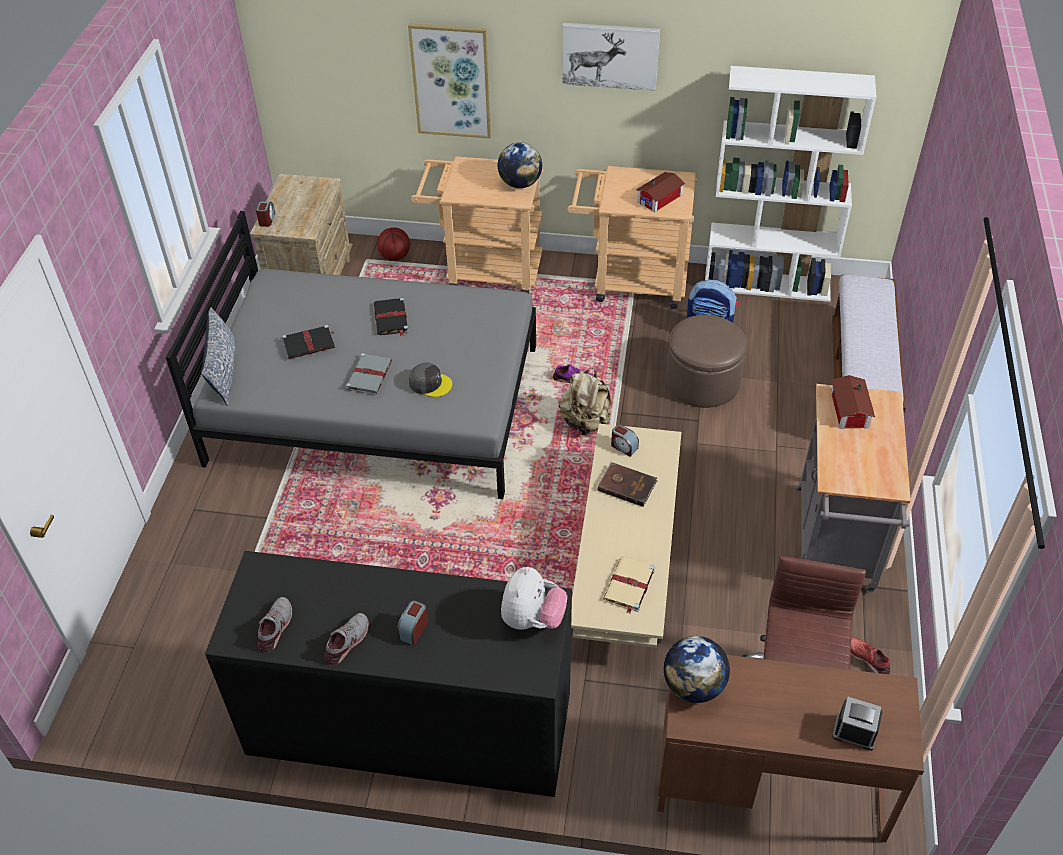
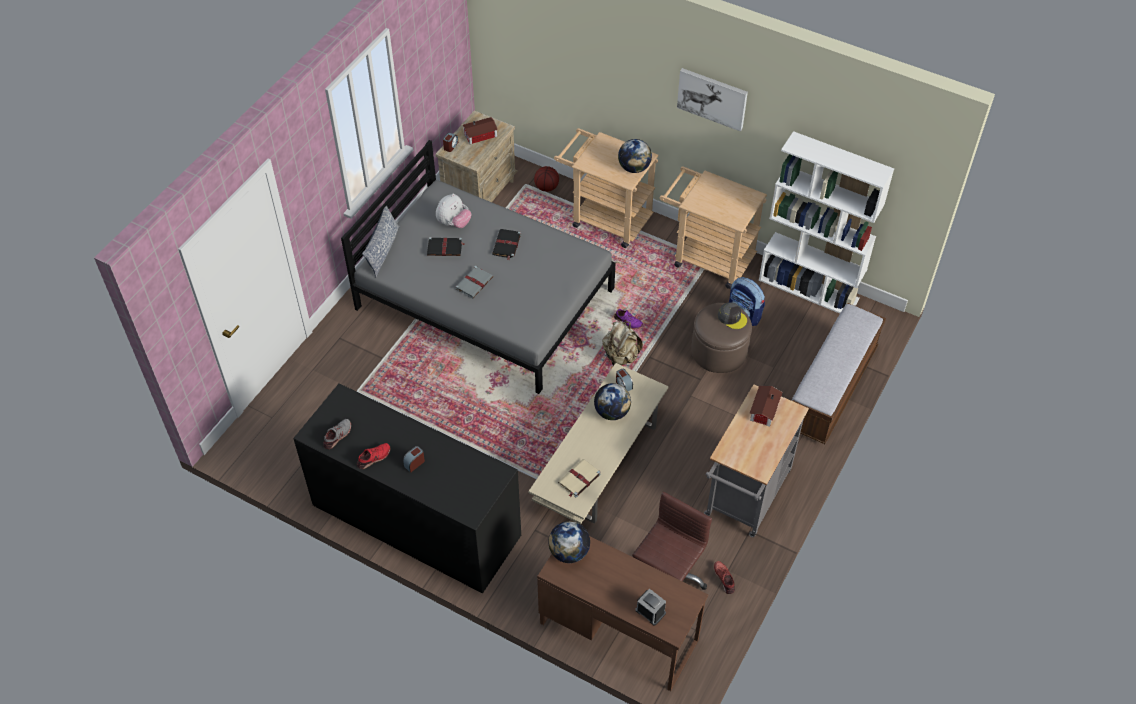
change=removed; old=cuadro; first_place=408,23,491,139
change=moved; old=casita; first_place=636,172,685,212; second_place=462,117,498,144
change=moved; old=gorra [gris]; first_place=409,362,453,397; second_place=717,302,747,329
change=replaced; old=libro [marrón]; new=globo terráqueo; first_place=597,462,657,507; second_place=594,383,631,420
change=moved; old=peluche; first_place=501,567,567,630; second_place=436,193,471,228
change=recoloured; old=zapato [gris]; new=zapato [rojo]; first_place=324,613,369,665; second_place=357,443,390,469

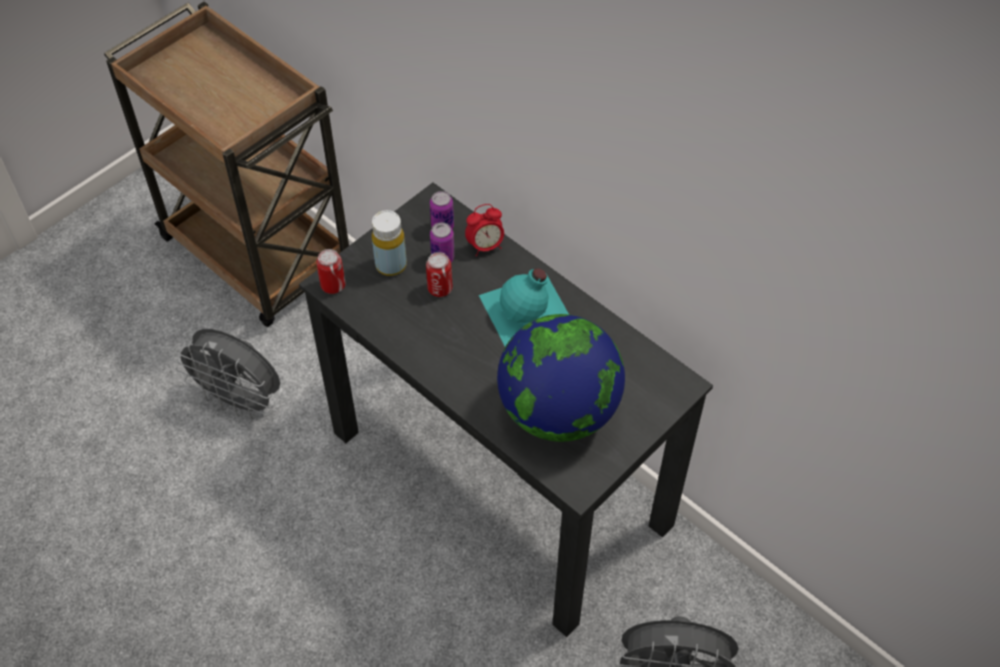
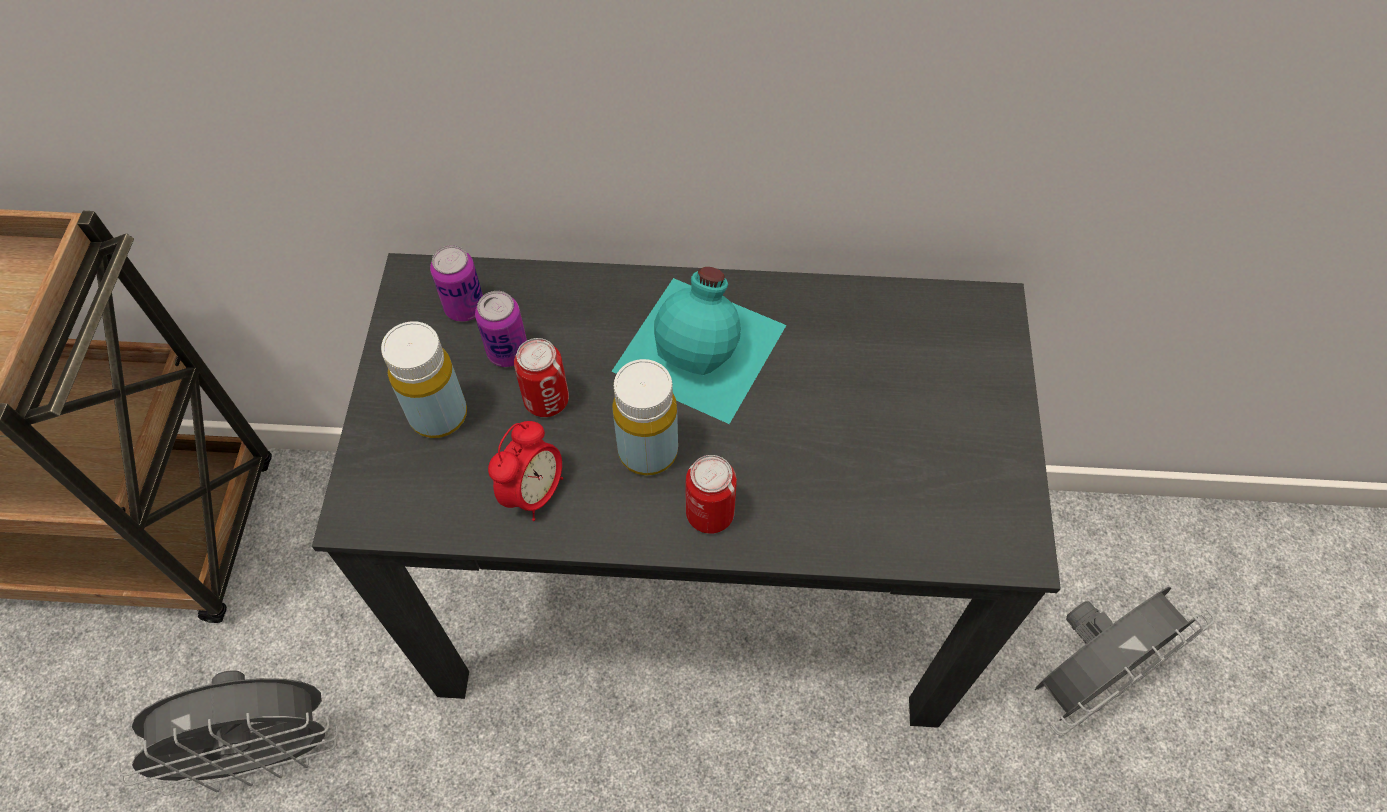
change=moved; old=despertador; first_place=465,204,504,256; second_place=488,421,563,521
change=moved; old=lata; first_place=316,249,346,294; second_place=686,455,737,534
change=removed; old=globo terráqueo; first_place=497,314,625,442
change=added; new=botella [amarillo]; second_place=612,359,678,475

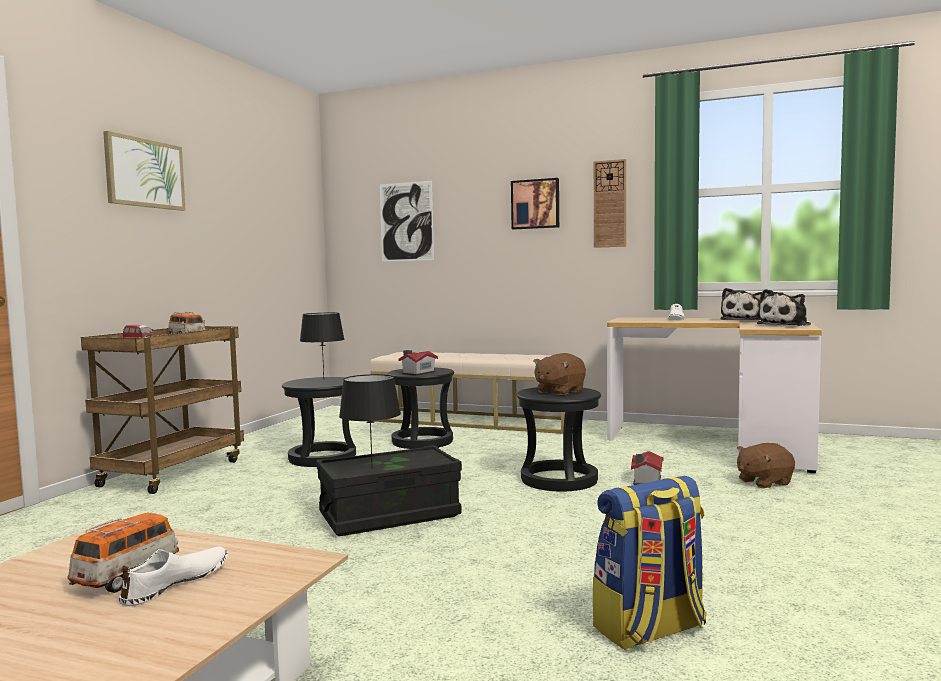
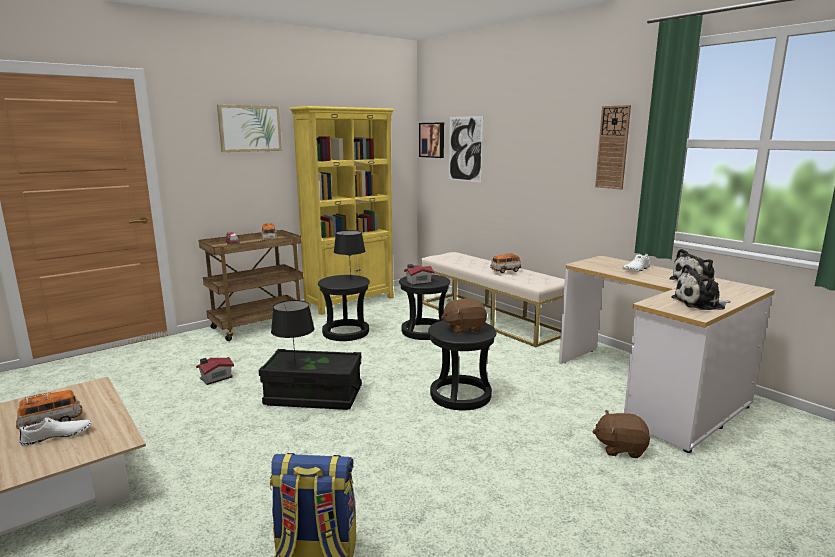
change=moved; old=cuadro; first_place=511,178,559,229; second_place=419,123,444,158
change=moved; old=casita; first_place=631,451,663,485; second_place=196,357,234,385
change=added; new=estantería [amarillo]; second_place=290,106,394,315
change=added; new=coche de juguete; second_place=490,253,521,273

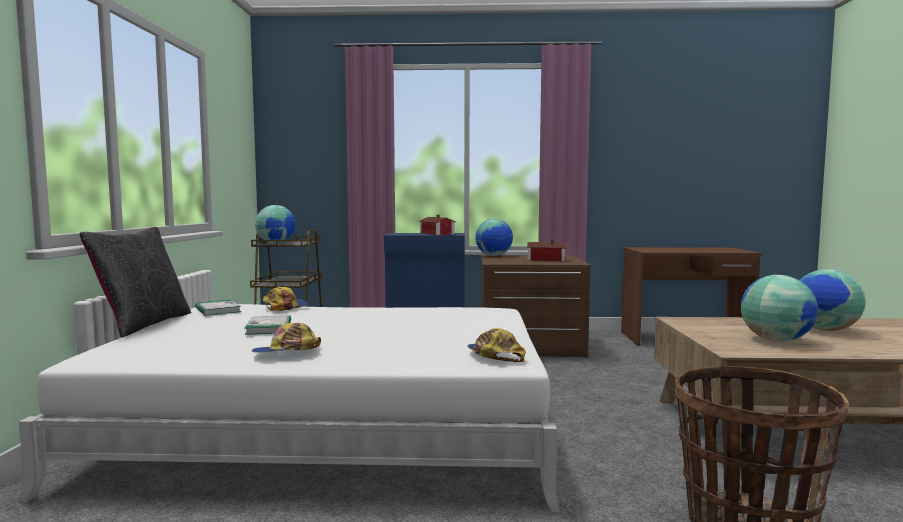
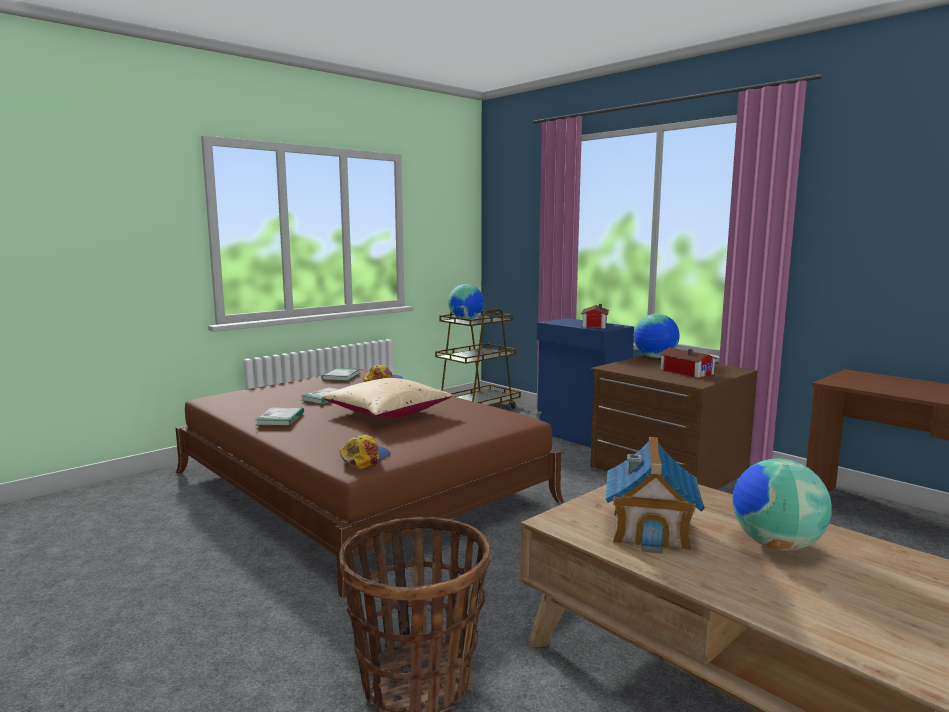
change=removed; old=cojín [negro]; first_place=80,227,191,338
change=replaced; old=globo terráqueo; new=casita; first_place=741,275,818,342; second_place=605,437,705,554
change=recoloured; old=cama [blanco]; new=cama [marrón]; first_place=18,304,560,513; second_place=175,370,564,599
change=replaced; old=gorra; new=libro; first_place=252,323,321,353; second_place=255,407,304,426
change=added; new=cojín [beis]; second_place=322,378,453,418

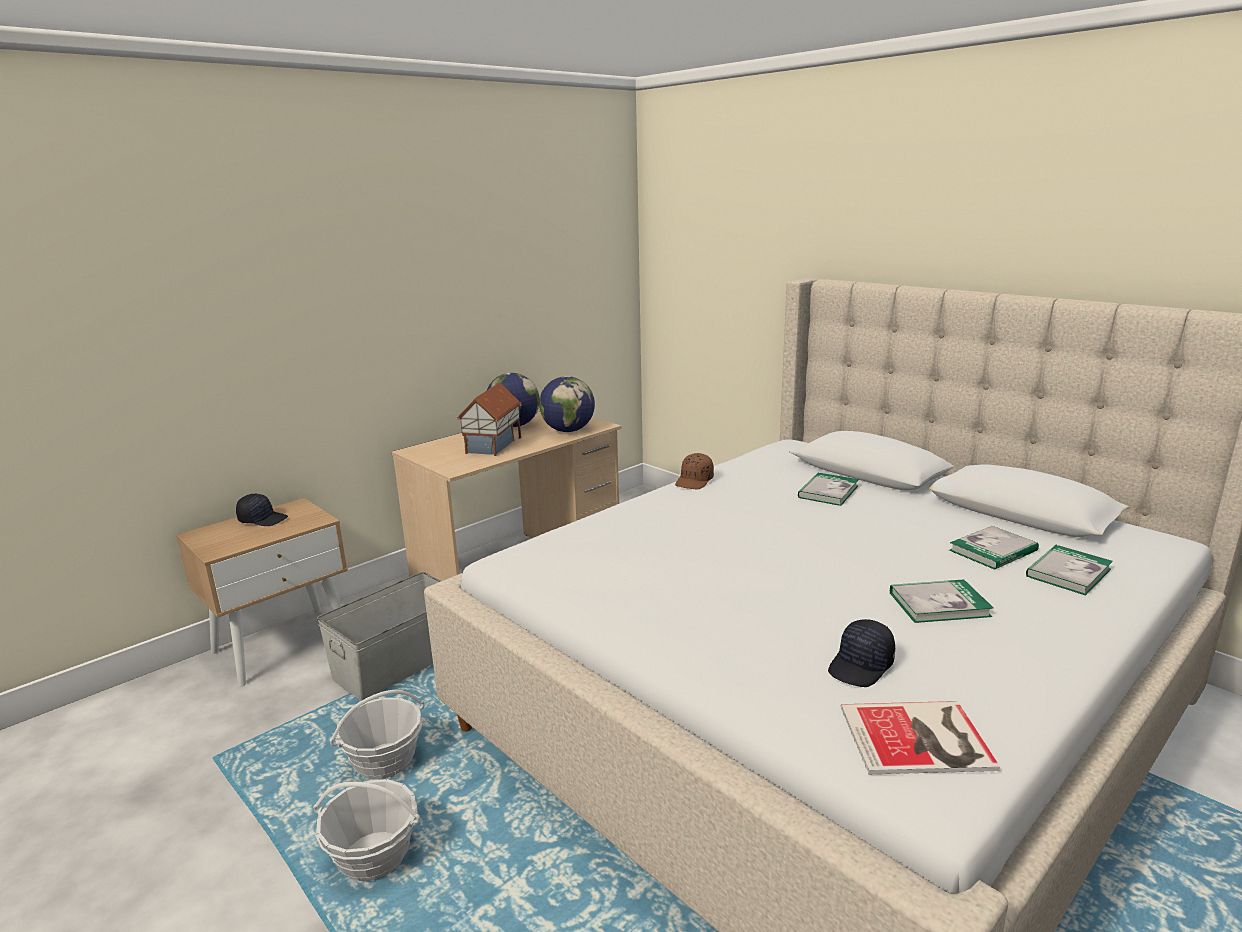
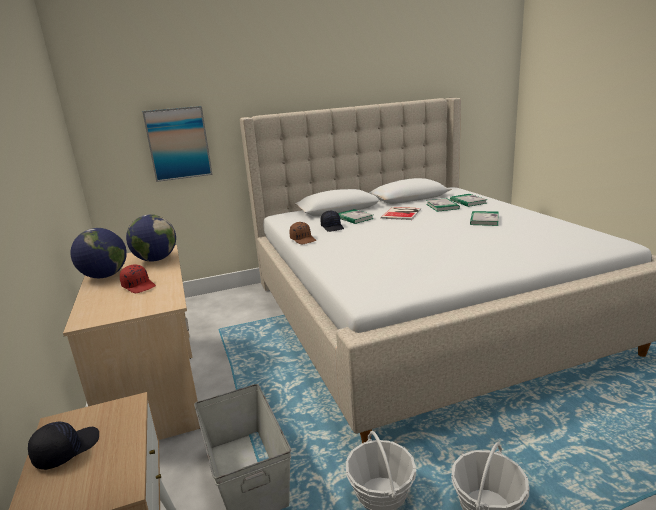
change=replaced; old=casita; new=gorra [rojo]; first_place=457,383,522,456; second_place=120,265,156,293
change=moved; old=gorra [negro]; first_place=828,619,895,687; second_place=321,211,344,232
change=moved; old=libro; first_place=841,701,1000,774; second_place=381,207,421,220
change=added; new=cuadro; second_place=142,106,213,182

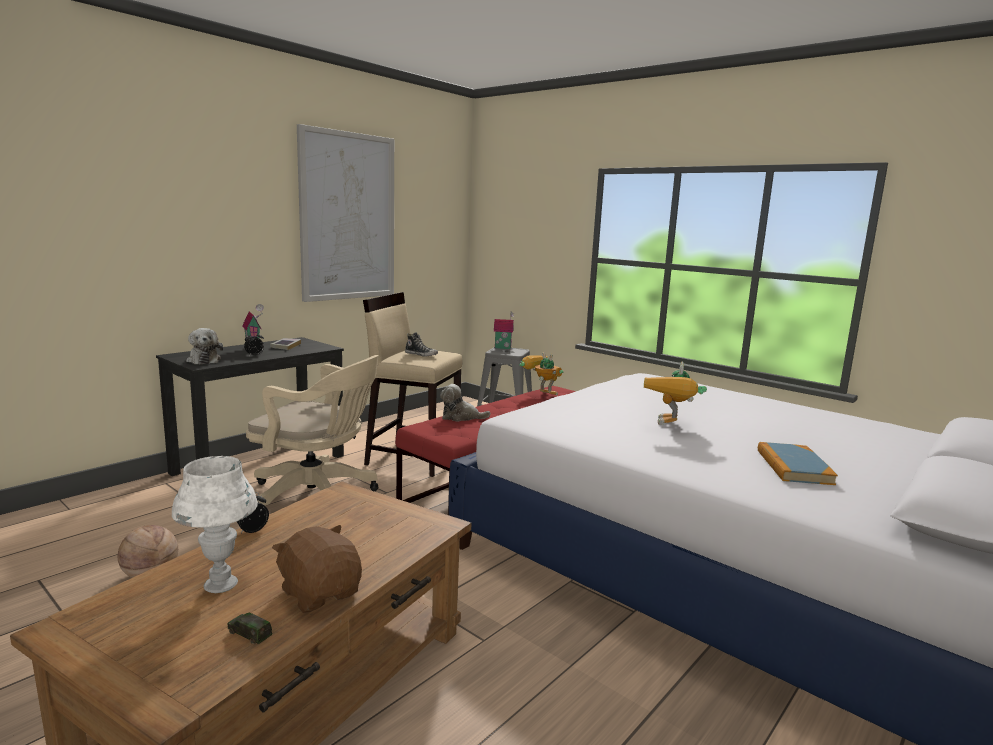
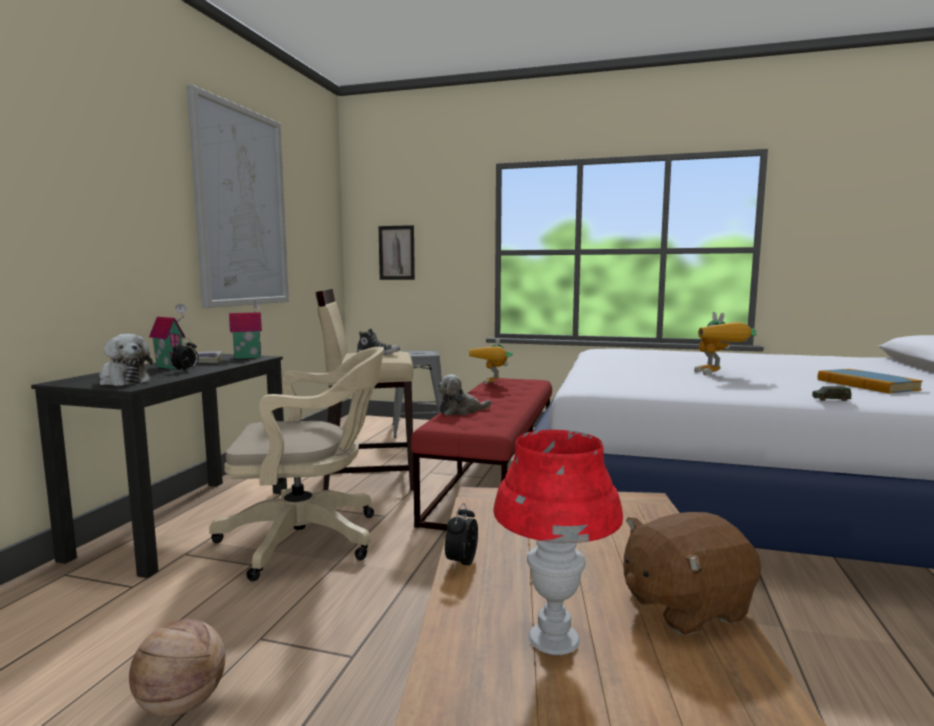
change=moved; old=casita; first_place=494,312,514,349; second_place=229,300,262,359
change=turned; old=robot de juguete; first_place=519,352,564,396; second_place=469,338,513,384; degrees=-90
change=recoloured; old=lámpara de mesa [blanco]; new=lámpara de mesa [rojo]; first_place=172,456,258,593; second_place=493,430,623,655
change=turned; old=peluche [marrón]; first_place=272,525,362,613; second_place=623,512,761,636; degrees=-45
change=moved; old=coche de juguete; first_place=228,613,273,644; second_place=812,386,851,401
change=added; new=cuadro; second_place=378,225,415,280

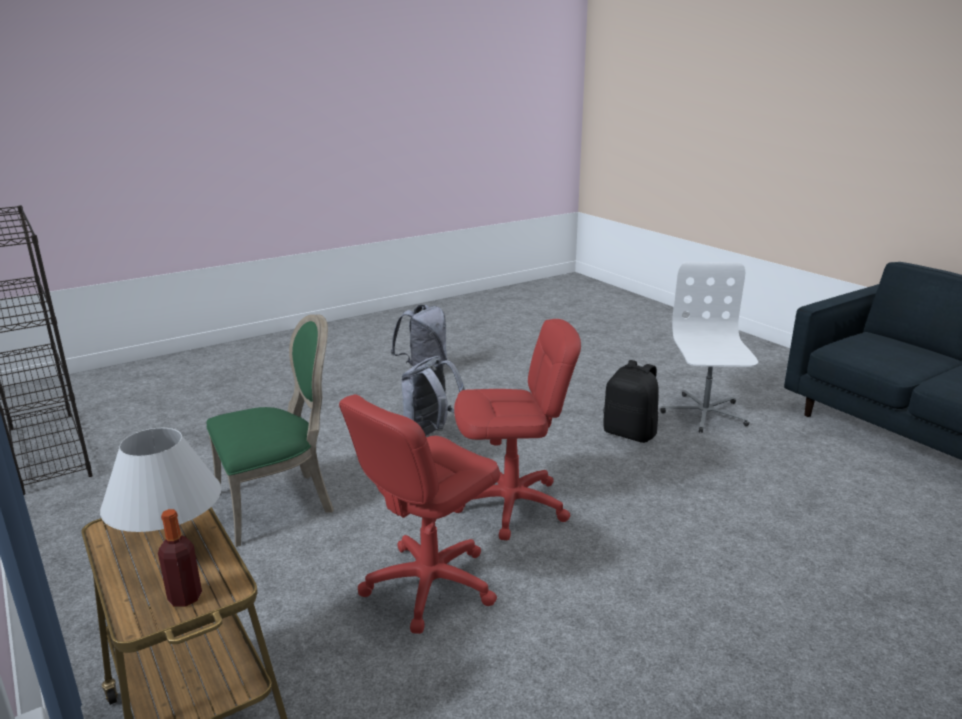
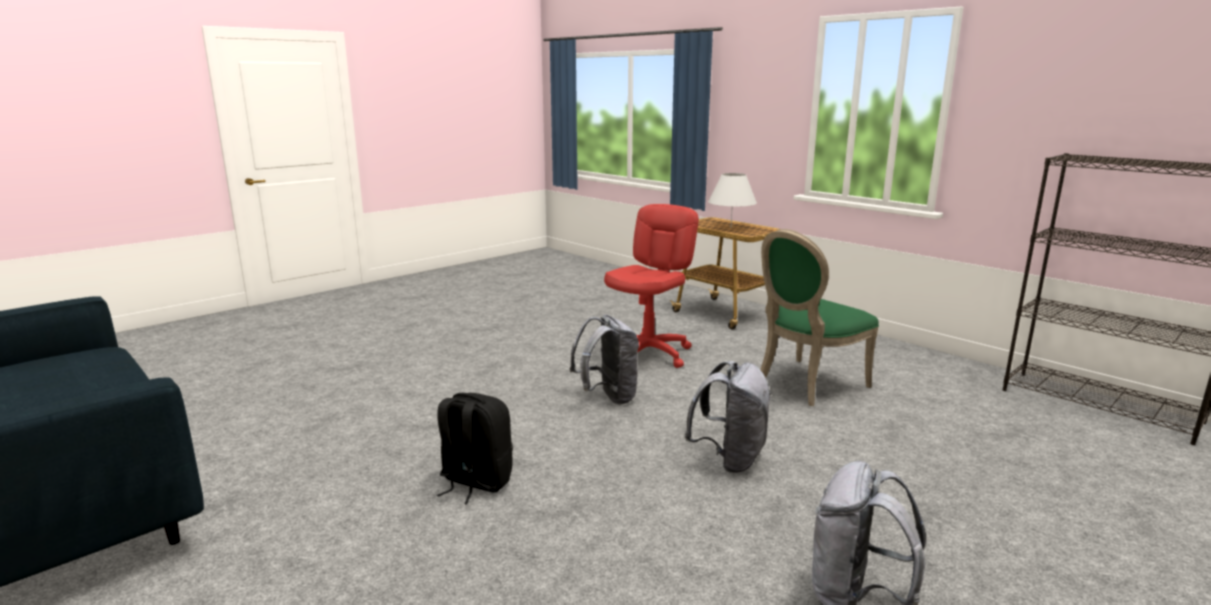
change=removed; old=silla de oficina [blanco]; first_place=660,262,758,433
change=replaced; old=silla de oficina [rojo]; new=mochila [gris]; first_place=454,319,581,541; second_place=570,314,639,405
change=removed; old=botella; first_place=158,509,202,607

